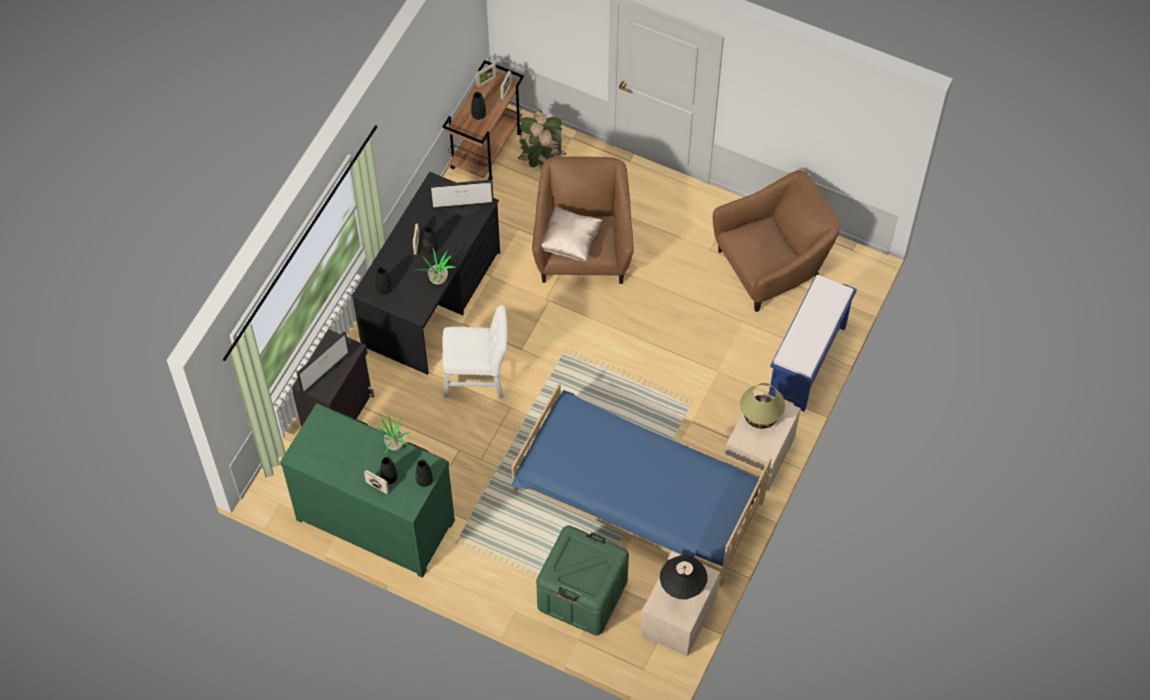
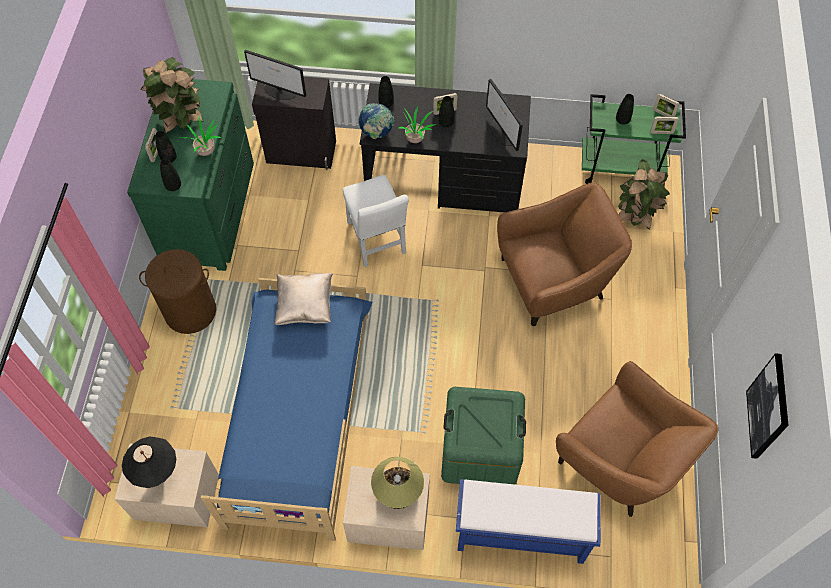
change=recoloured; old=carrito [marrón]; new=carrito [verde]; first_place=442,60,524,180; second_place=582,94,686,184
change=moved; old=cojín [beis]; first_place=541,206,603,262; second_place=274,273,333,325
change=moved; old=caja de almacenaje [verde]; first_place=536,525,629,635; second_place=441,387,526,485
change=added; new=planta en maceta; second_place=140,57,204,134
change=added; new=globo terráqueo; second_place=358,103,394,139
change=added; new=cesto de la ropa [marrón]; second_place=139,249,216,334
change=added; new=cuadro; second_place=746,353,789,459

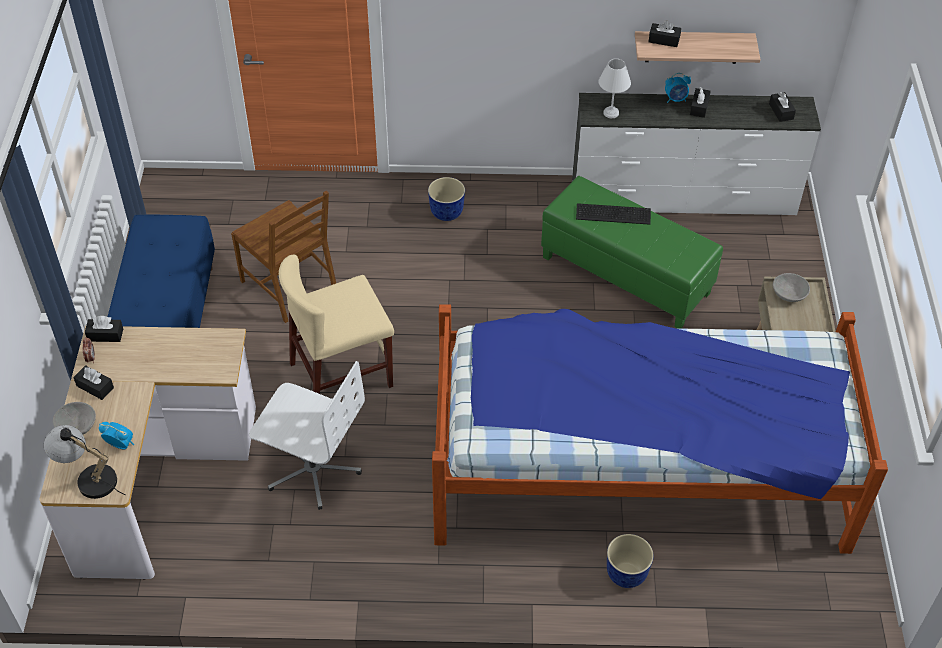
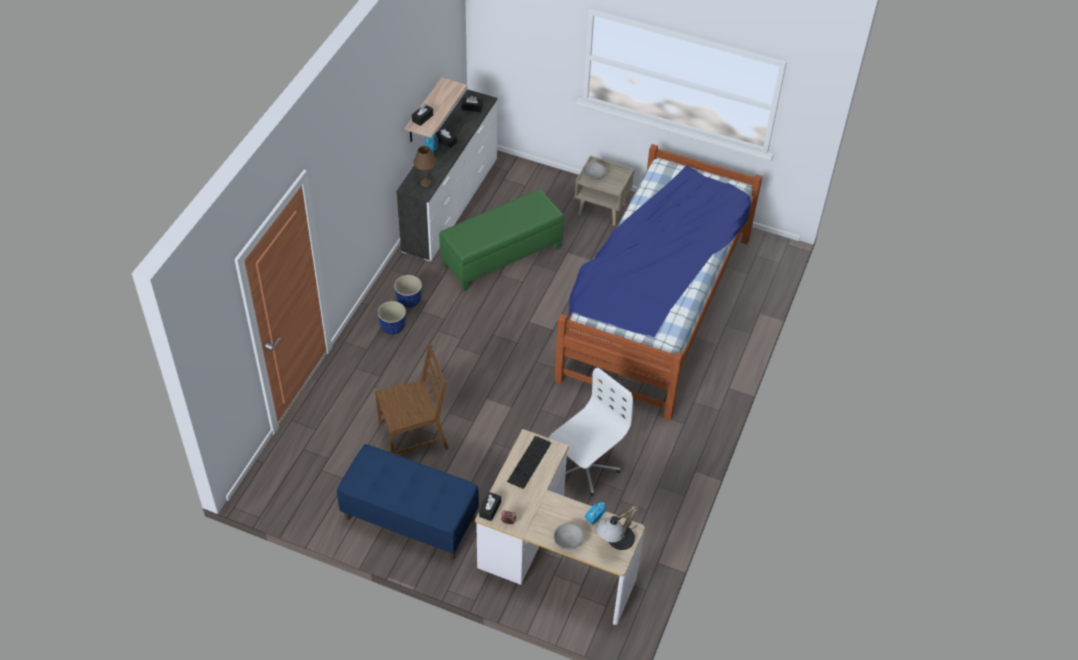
change=recoloured; old=lámpara de mesa [blanco]; new=lámpara de mesa [marrón]; first_place=598,59,631,118; second_place=413,146,437,187
change=moved; old=teclado; first_place=576,203,651,225; second_place=507,436,551,489
change=removed; old=silla [beis]; first_place=279,255,394,394
change=removed; old=caja de pañuelos [negro]; first_place=73,365,114,400
change=moved; old=maceta; first_place=607,534,654,588; second_place=394,275,422,308

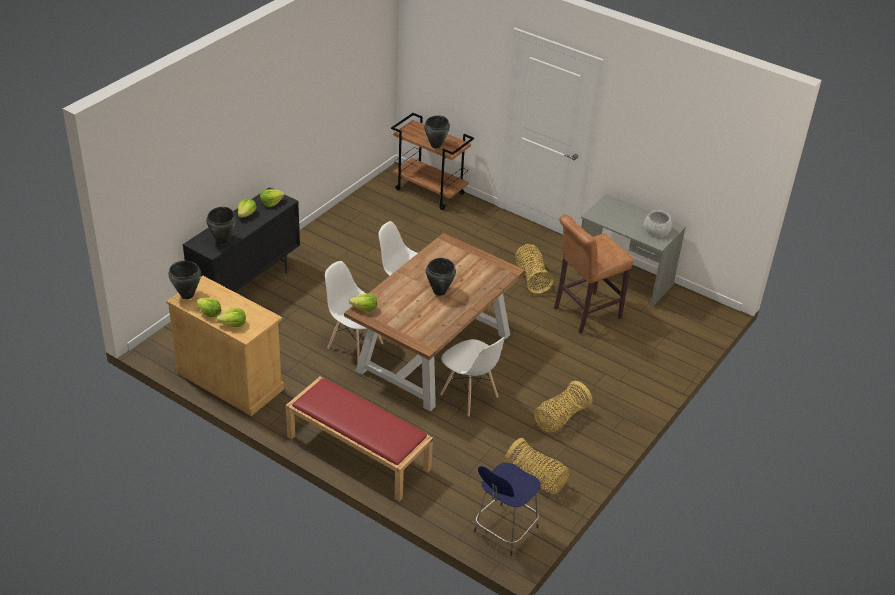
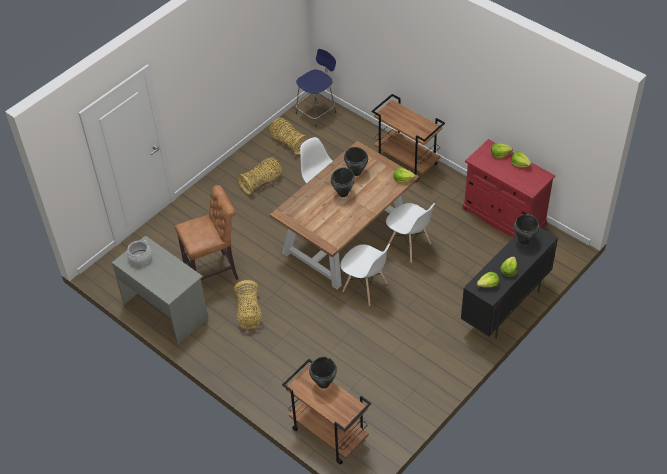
change=moved; old=olla [negro]; first_place=169,261,201,299; second_place=344,147,368,176
change=recoloured; old=armario [beis]; new=armario [rojo]; first_place=166,276,284,416; second_place=462,139,555,237
change=replaced; old=banco [rojo]; new=carrito [marrón]; first_place=286,376,433,501; second_place=371,94,445,182

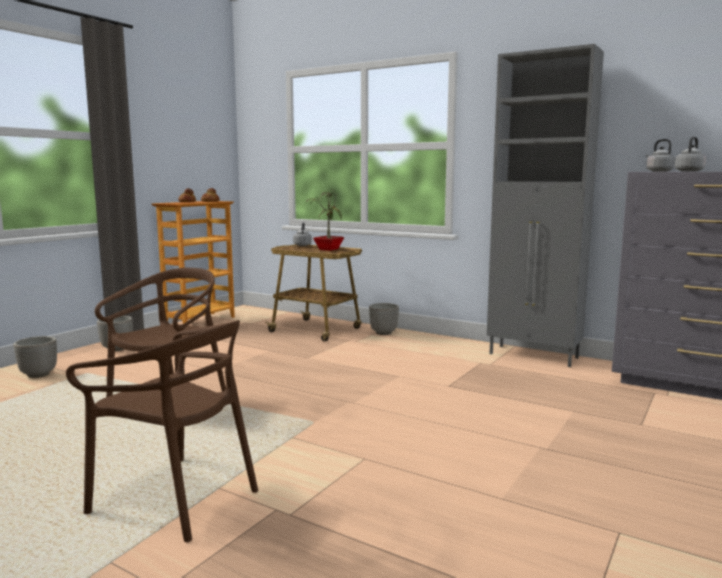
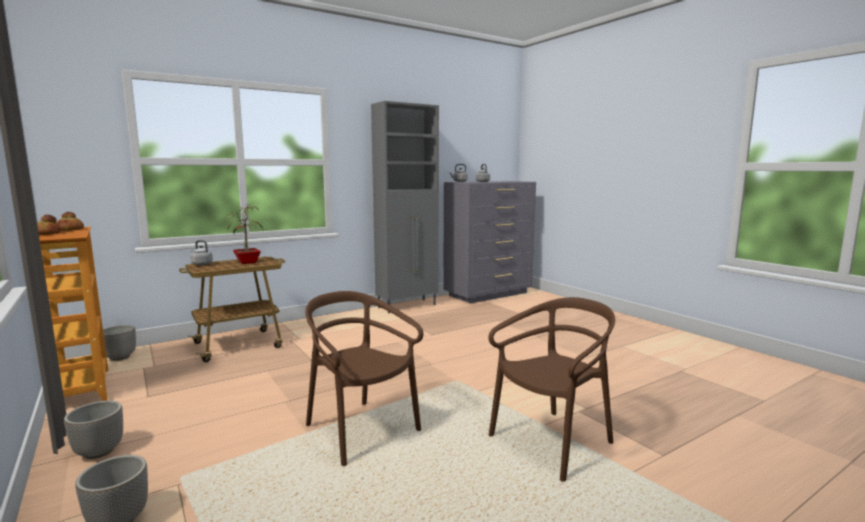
change=moved; old=maceta; first_place=369,303,399,335; second_place=103,325,136,361

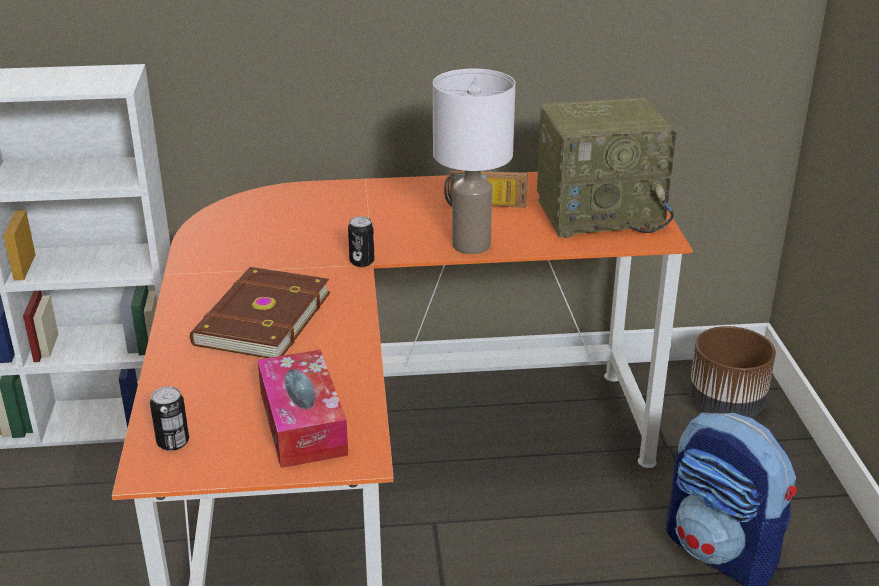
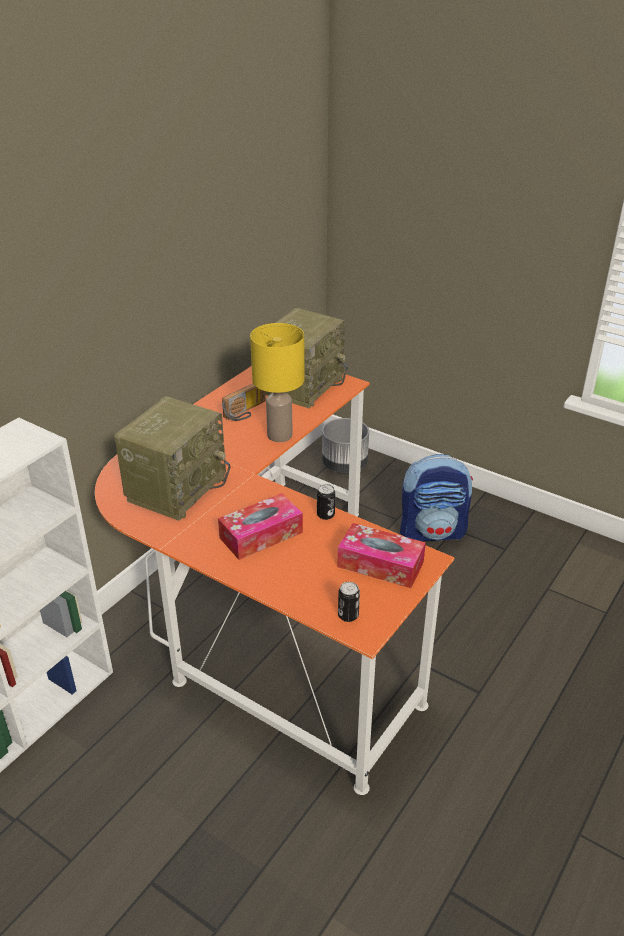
change=recoloured; old=lámpara de mesa [blanco]; new=lámpara de mesa [amarillo]; first_place=433,69,516,254; second_place=250,323,305,442
change=moved; old=lata; first_place=348,216,375,267; second_place=317,484,335,520
change=replaced; old=libro [marrón]; new=caja de pañuelos; first_place=190,267,330,358; second_place=218,493,303,560
change=recoloured; old=maceta [marrón]; new=maceta [gris]; first_place=689,326,776,417; second_place=322,418,369,473
change=added; new=radio; second_place=114,396,230,521

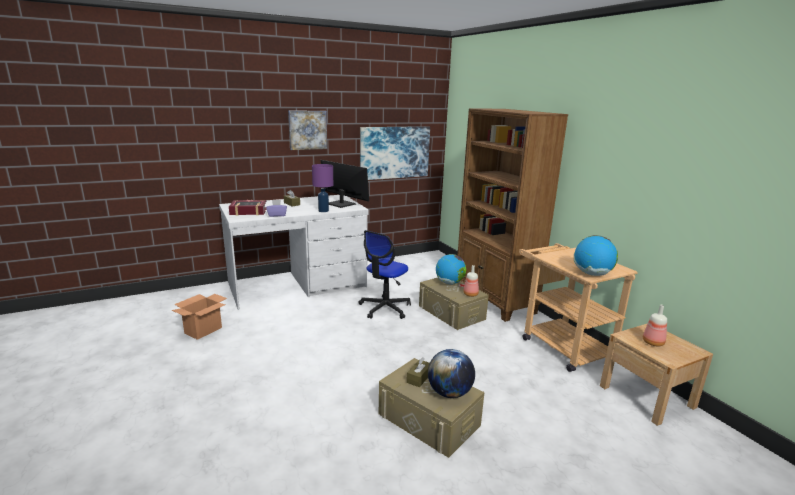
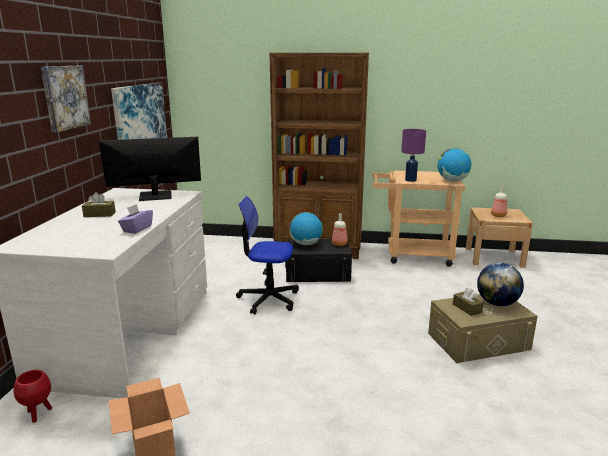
change=moved; old=lámpara de mesa [morado]; first_place=312,164,333,212; second_place=401,129,426,182
change=removed; old=libro; first_place=229,200,266,215
change=turned; old=silla de oficina; first_place=358,230,411,319; second_place=236,196,299,314; degrees=120
change=recoloured; old=caja de almacenaje [beis]; new=caja de almacenaje [negro]; first_place=419,278,489,330; second_place=285,239,352,282
change=added; new=maceta [rojo]; second_place=13,370,52,423

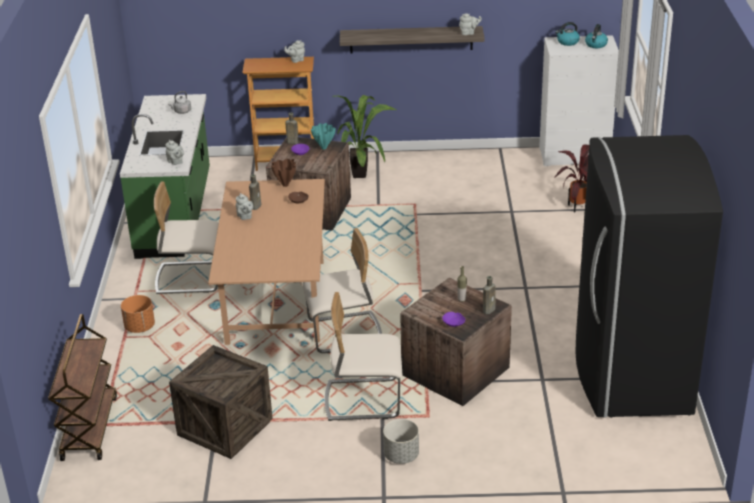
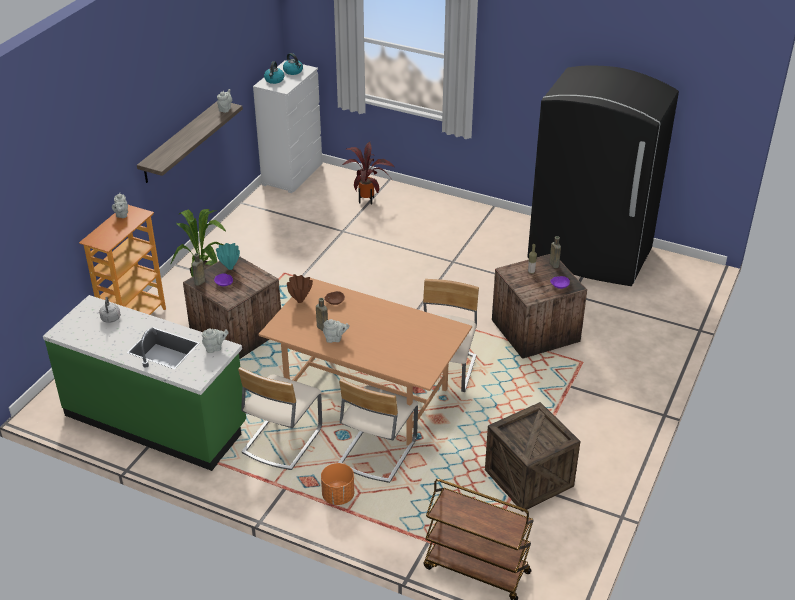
change=moved; old=silla [beis]; first_place=324,292,402,421; second_place=338,379,418,483
change=removed; old=maceta [gris]; first_place=383,419,419,464

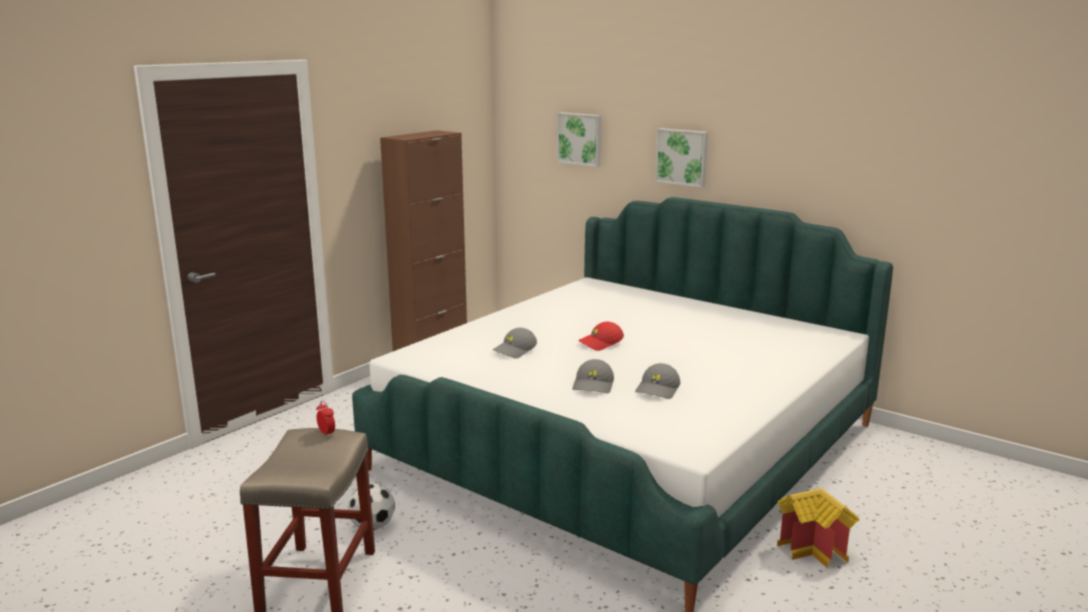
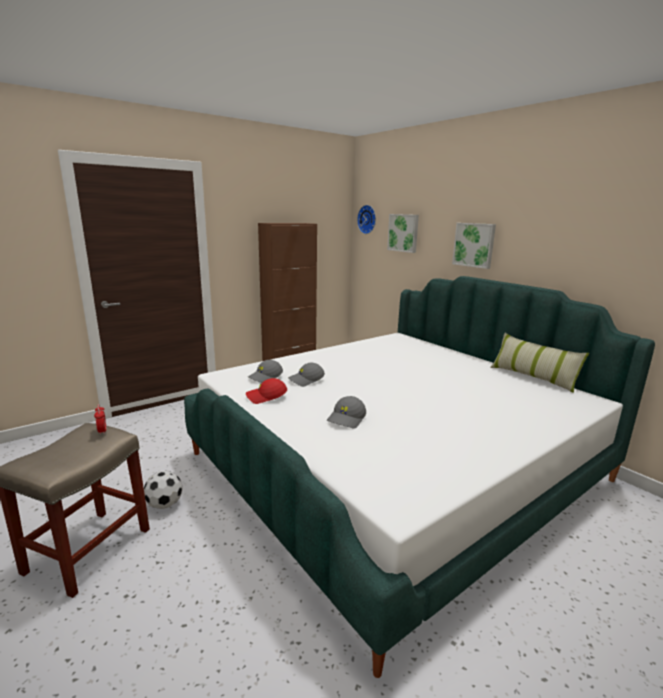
change=moved; old=gorra [rojo]; first_place=579,322,624,351; second_place=246,378,287,404
change=moved; old=gorra [gris]; first_place=635,363,680,399; second_place=248,360,283,383
change=removed; old=casita; first_place=777,488,859,568
change=added; new=reloj de pared; second_place=357,205,376,234
change=added; new=cojín; second_place=490,333,589,393

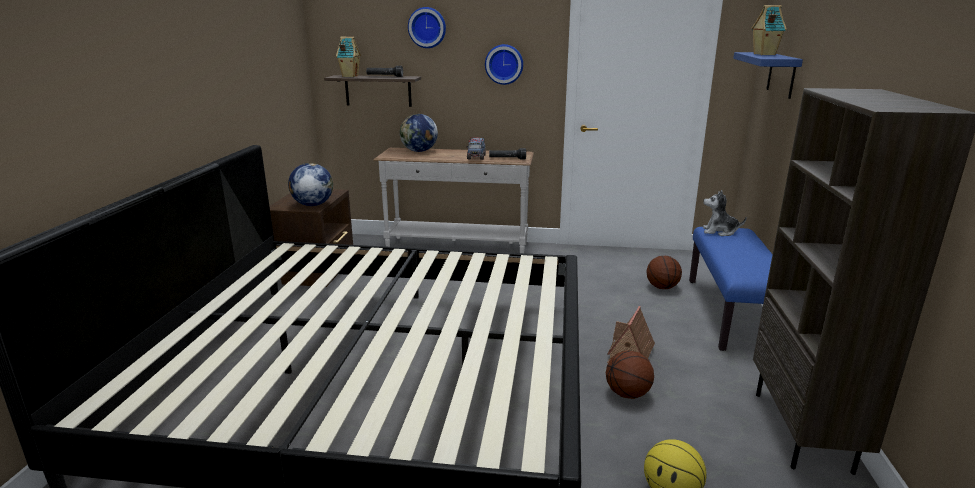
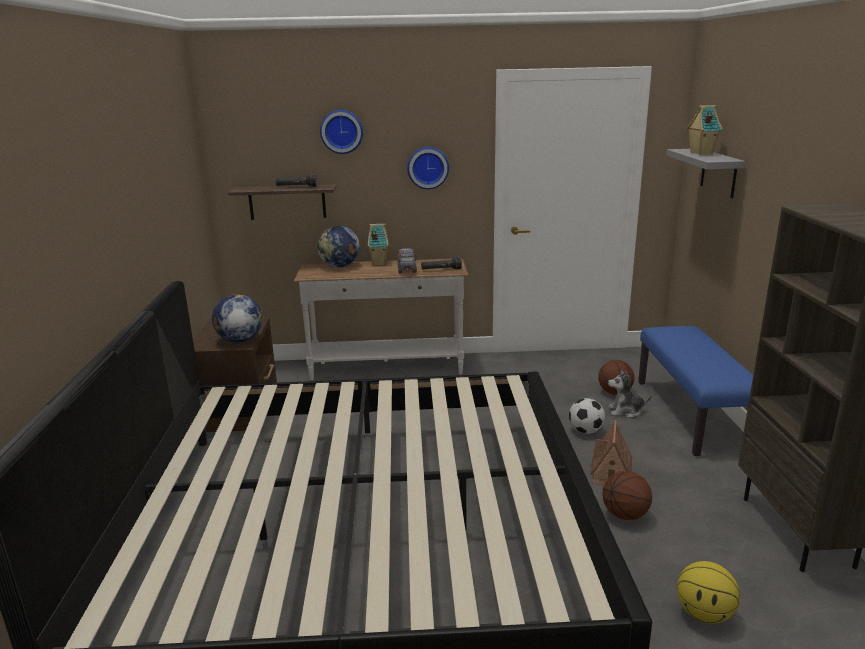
change=moved; old=casita; first_place=336,36,361,77; second_place=368,223,389,266
change=recoloured; old=estante [azul]; new=estante [gris]; first_place=733,52,803,99; second_place=666,149,745,198
change=moved; old=peluche; first_place=703,190,747,236; second_place=608,370,651,418
change=added; new=balón de fútbol; second_place=569,398,605,434

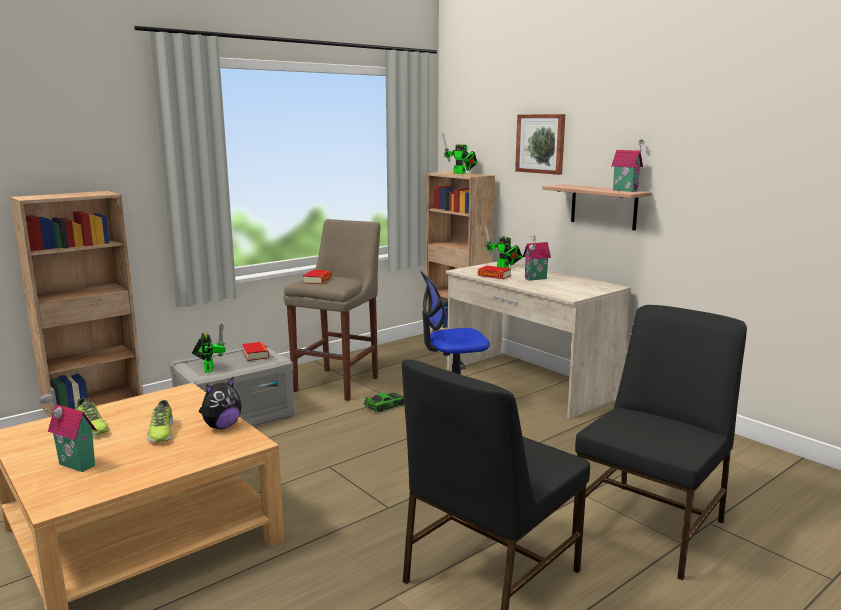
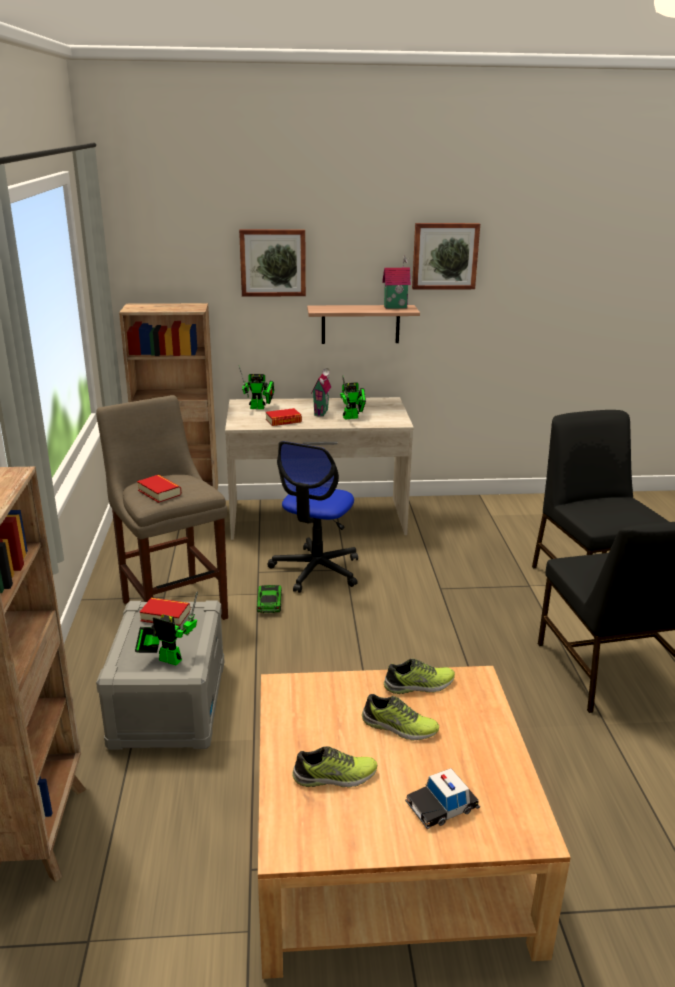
change=moved; old=robot de juguete; first_place=442,132,477,174; second_place=340,376,366,420
change=replaced; old=peluche; new=zapato; first_place=199,377,242,429; second_place=384,659,455,694
change=replaced; old=casita; new=coche de juguete; first_place=39,394,97,472; second_place=405,768,480,829
change=added; new=cuadro; second_place=412,223,480,290

